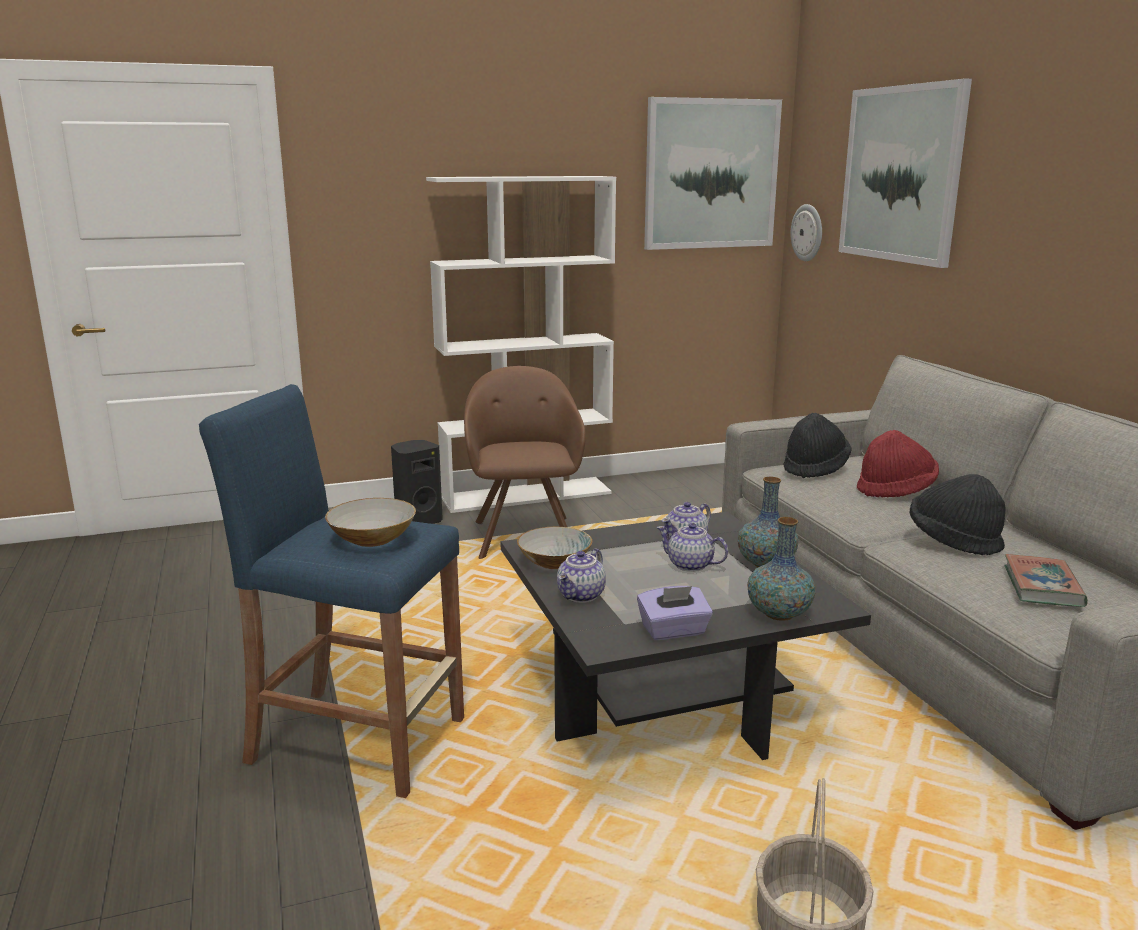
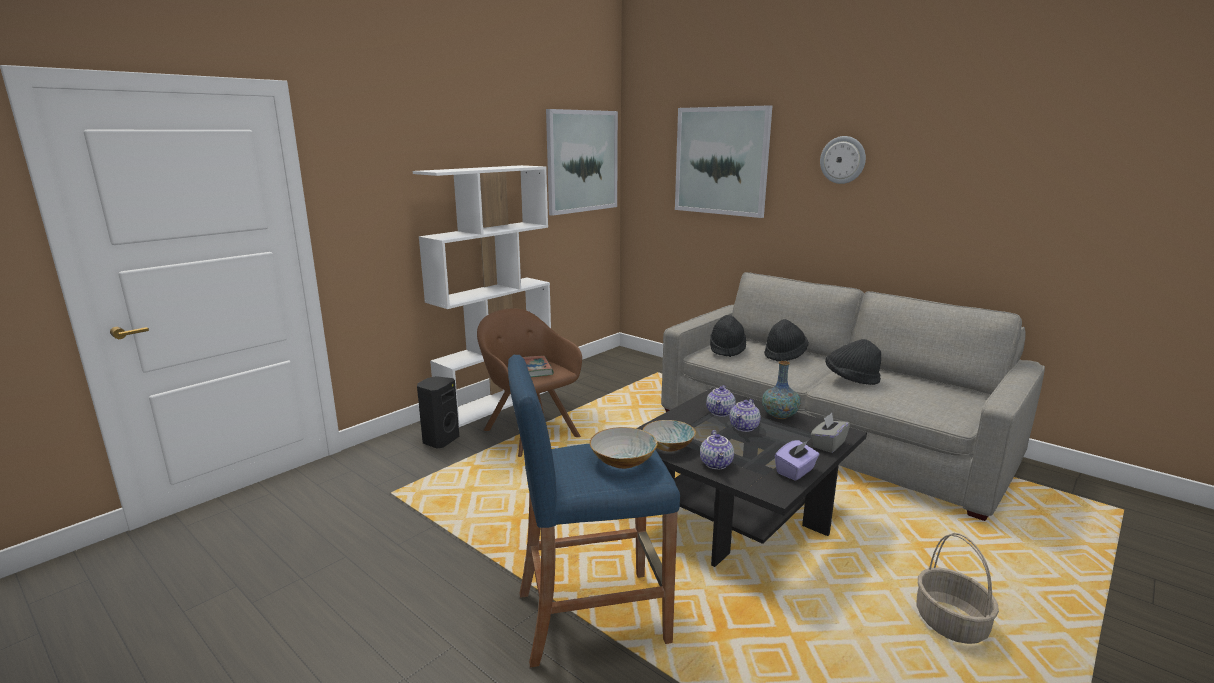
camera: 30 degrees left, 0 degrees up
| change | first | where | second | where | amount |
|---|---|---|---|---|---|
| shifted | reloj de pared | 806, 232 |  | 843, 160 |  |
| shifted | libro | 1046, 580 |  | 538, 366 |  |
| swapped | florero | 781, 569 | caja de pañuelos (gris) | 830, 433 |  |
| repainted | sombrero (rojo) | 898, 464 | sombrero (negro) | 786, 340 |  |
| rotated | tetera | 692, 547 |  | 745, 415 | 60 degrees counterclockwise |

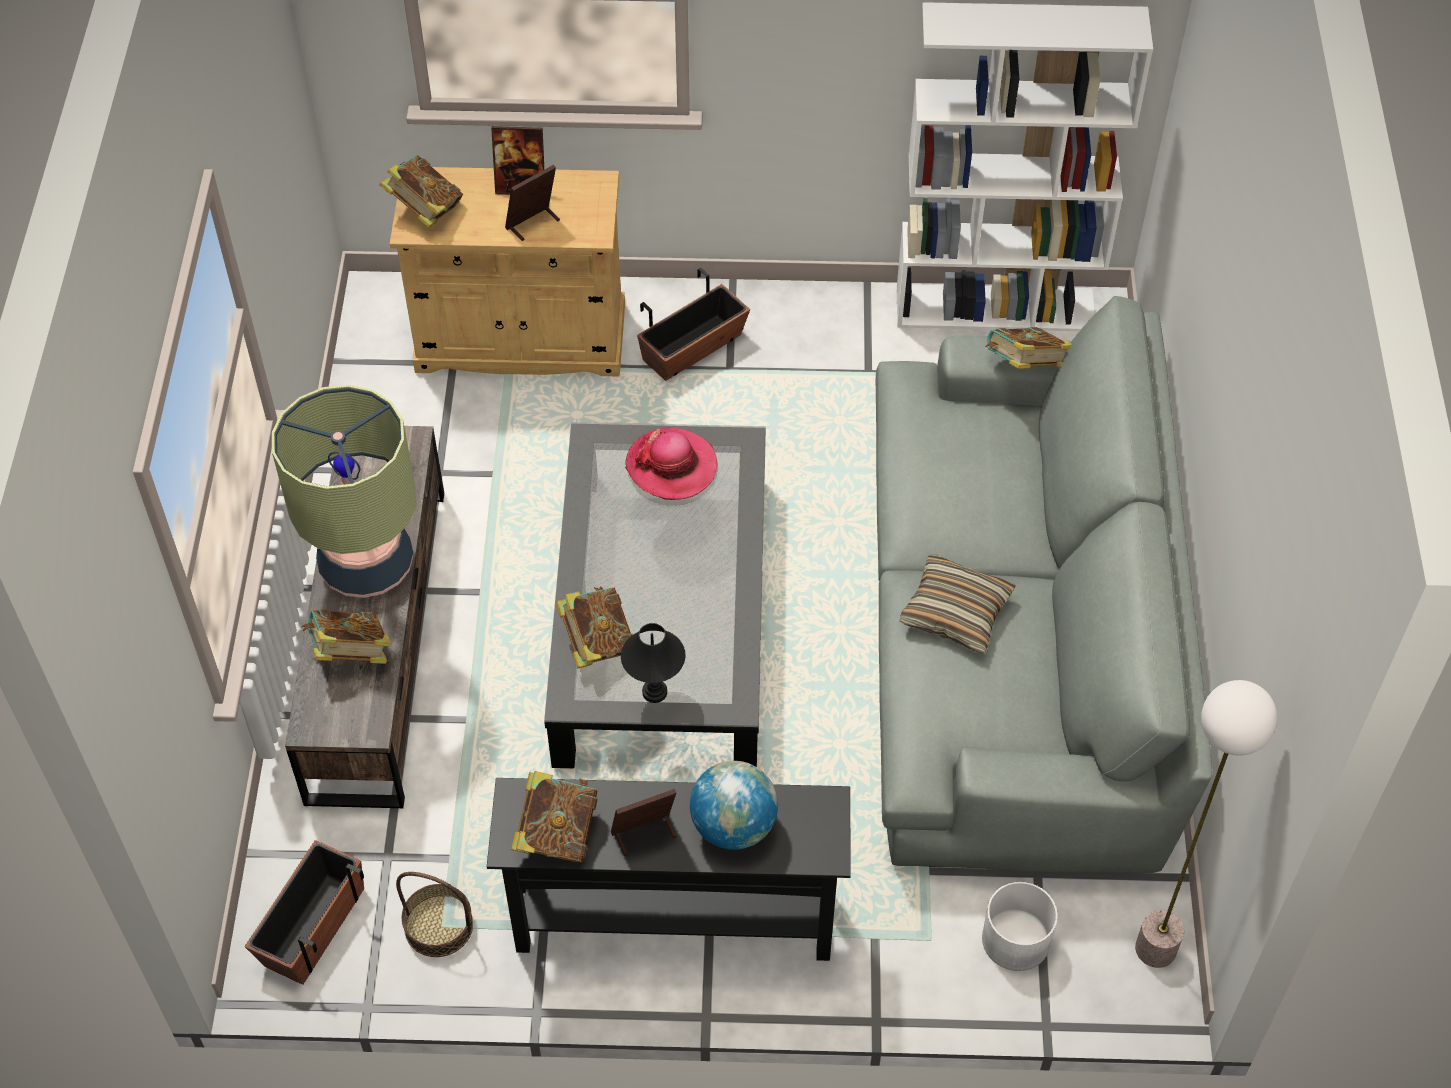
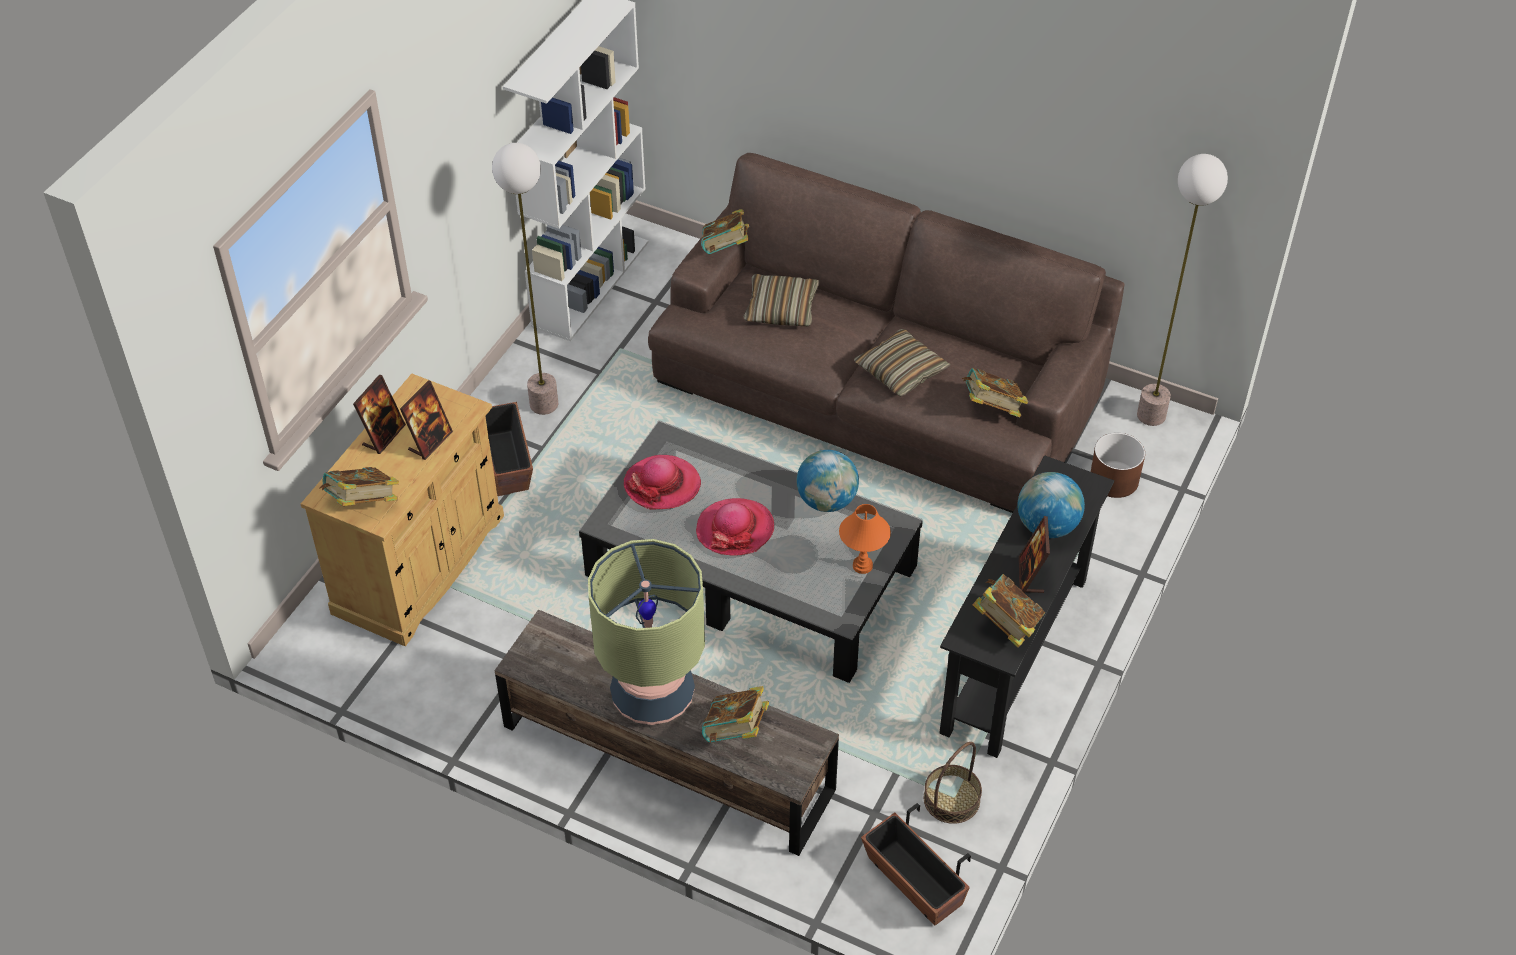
camera: 65 degrees left, 5 degrees down
| change | first | where | second | where | amount |
|---|---|---|---|---|---|
| new |  |  | lámpara de pie | 525, 279 |  |
| new |  |  | sombrero | 735, 527 |  |
| new |  |  | cojín | 781, 300 |  |
| new |  |  | globo terráqueo | 827, 481 |  |
| shifted | libro | 594, 627 |  | 995, 393 |  |
| repainted | lámpara de mesa (negro) | 653, 663 | lámpara de mesa (naranja) | 865, 539 |  |
| repainted | sofá (gris) | 1044, 585 | sofá (marrón) | 886, 333 |  |
| repainted | maceta (blanco) | 1020, 926 | maceta (marrón) | 1118, 465 |  |
| rotated | portarretratos | 532, 203 |  | 426, 420 | 135 degrees counterclockwise |

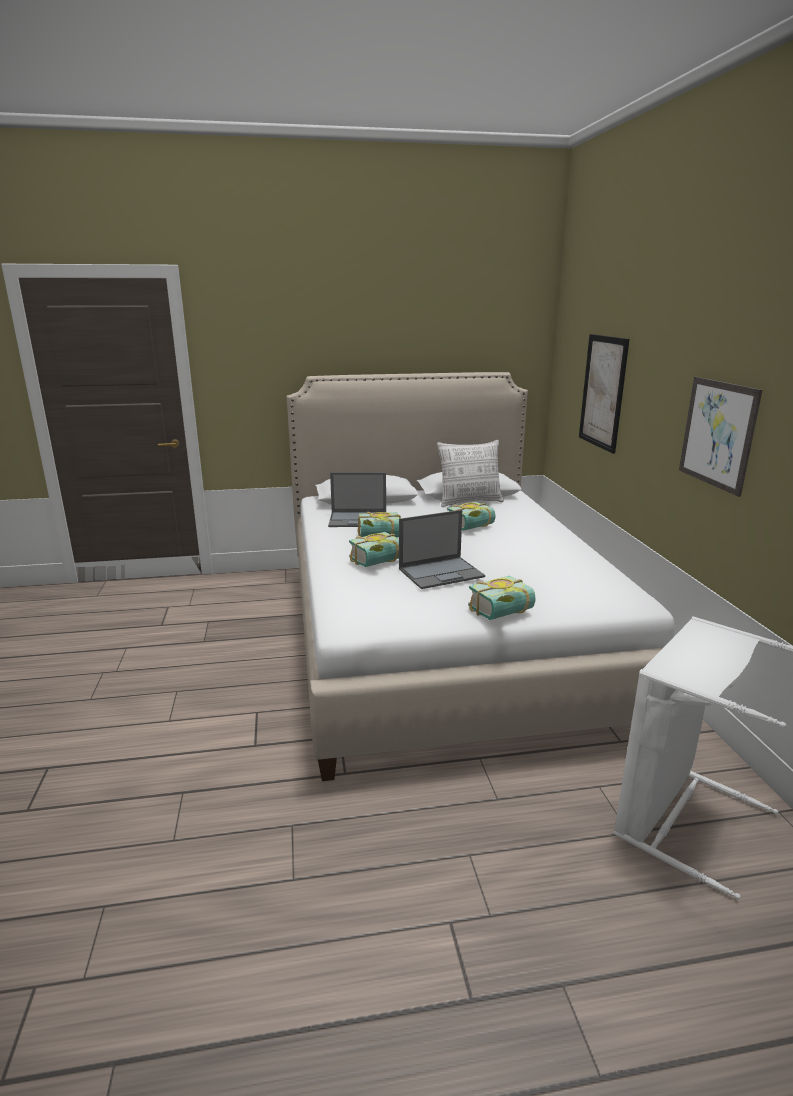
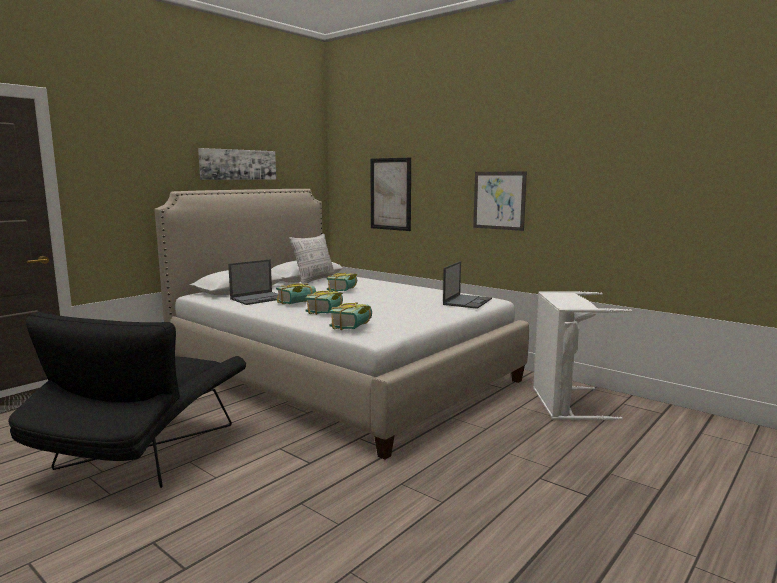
camera: 40 degrees left, 10 degrees down
| change | first | where | second | where | amount |
|---|---|---|---|---|---|
| new |  |  | sillón (negro) | 127, 400 |  |
| new |  |  | cuadro | 237, 164 |  |
| shifted | portátil | 442, 549 |  | 467, 285 |  |
| shifted | libro | 501, 597 |  | 350, 316 |  |

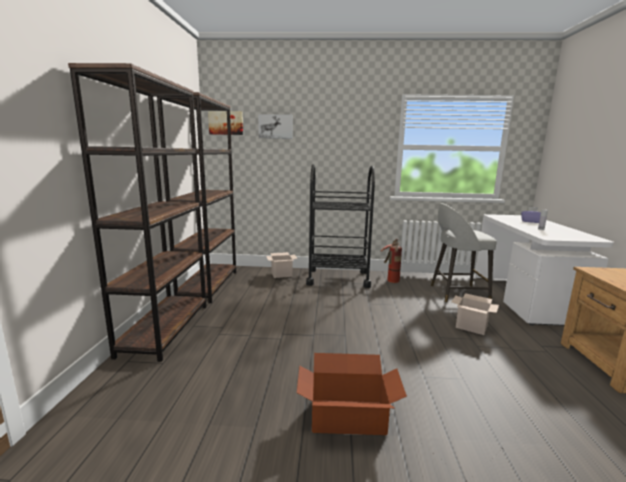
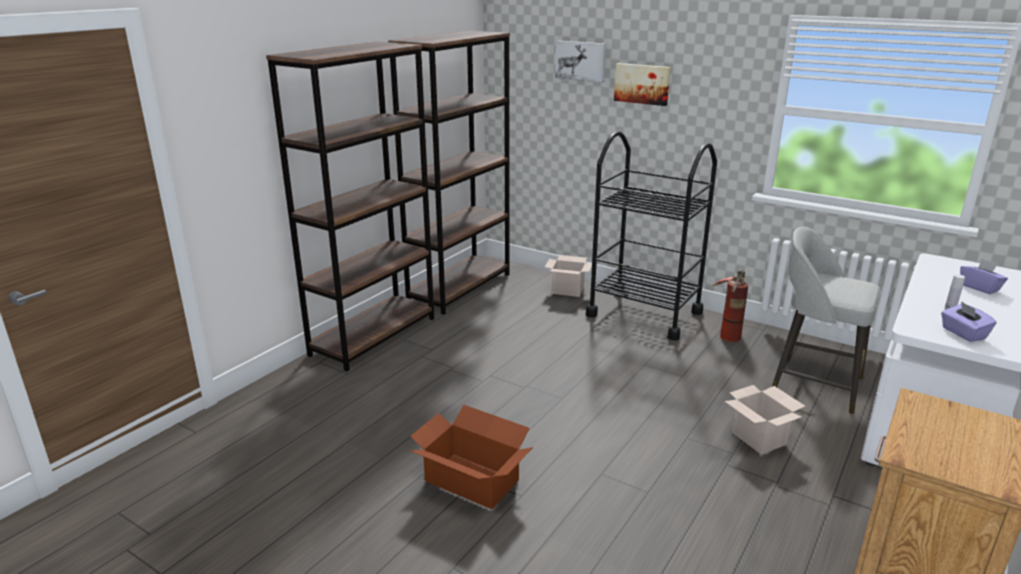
camera: 30 degrees right, 10 degrees up
| change | first | where | second | where | amount |
|---|---|---|---|---|---|
| new |  |  | caja de pañuelos (morado) | 969, 321 |  |
| shifted | cuadro | 225, 123 |  | 642, 84 |  |

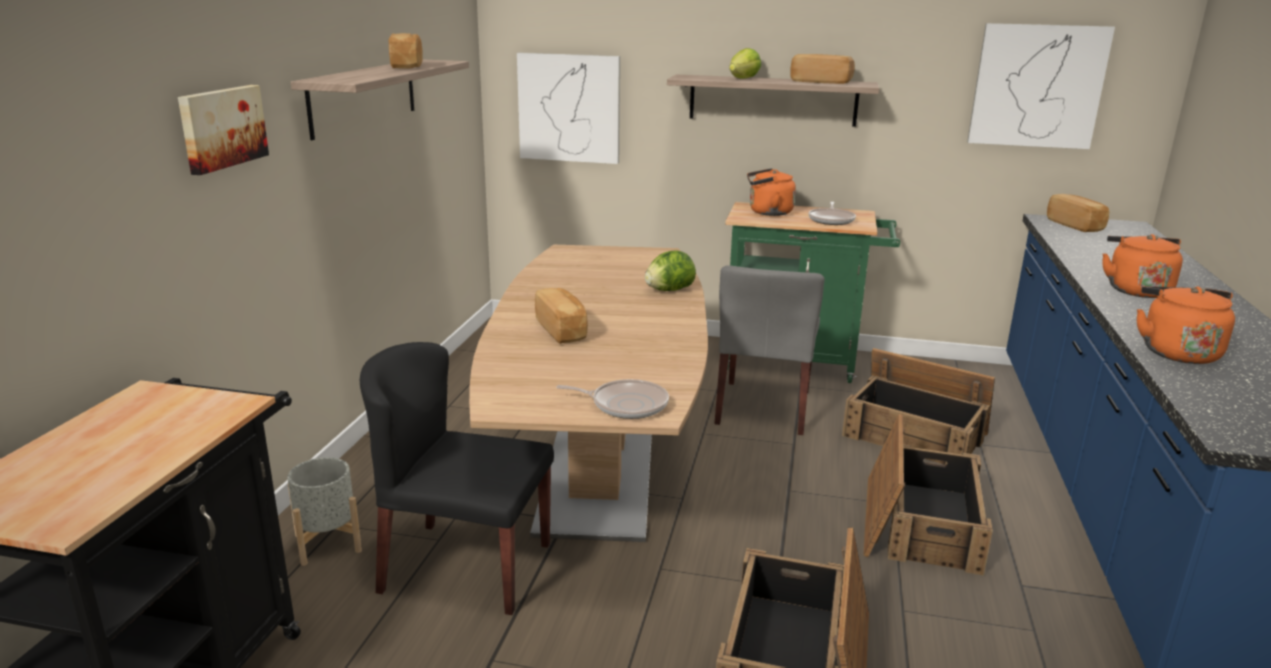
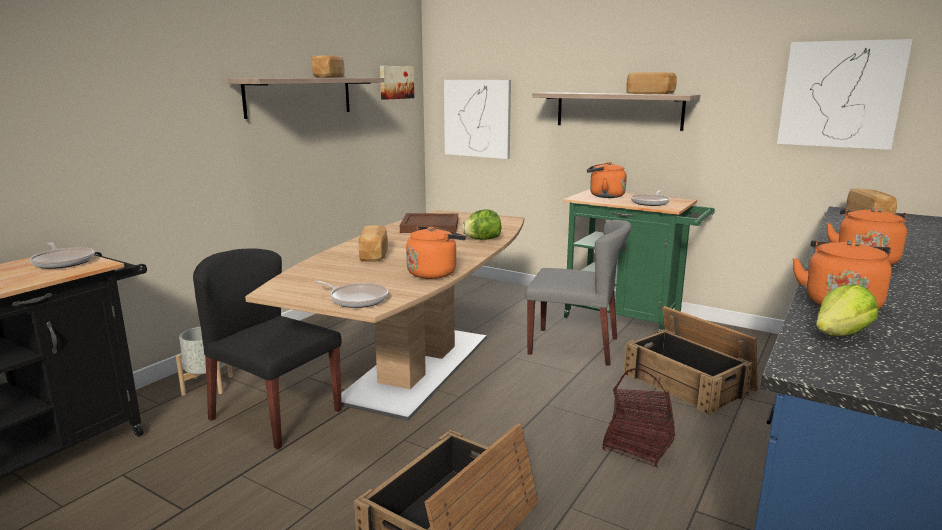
camera: 20 degrees right, 5 degrees down
| change | first | where | second | where | amount |
|---|---|---|---|---|---|
| new |  |  | sartén | 62, 255 |  |
| new |  |  | bandeja (marrón) | 429, 223 |  |
| new |  |  | hervidor (naranja) | 436, 252 |  |
| shifted | cuadro | 223, 130 |  | 397, 83 |  |
| shifted | lechuga | 745, 63 |  | 847, 310 |  |
| swapped | caja de embalaje | 928, 495 | cesta | 638, 417 |  |
| rotated | silla (gris) | 769, 350 |  | 578, 293 | 105 degrees counterclockwise |

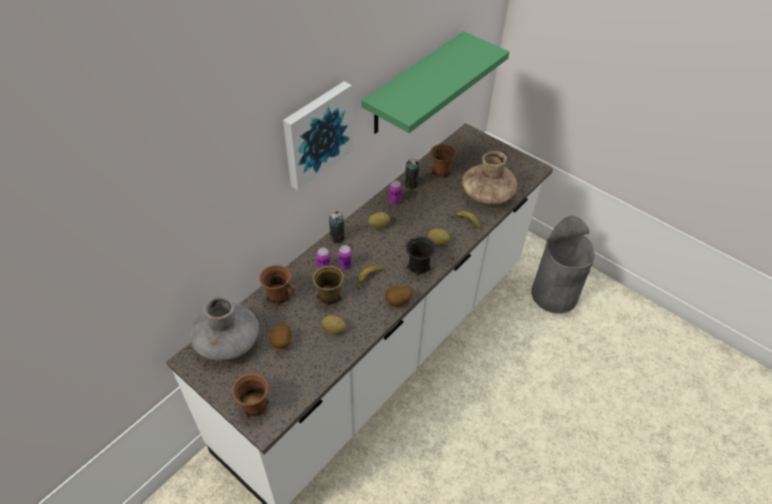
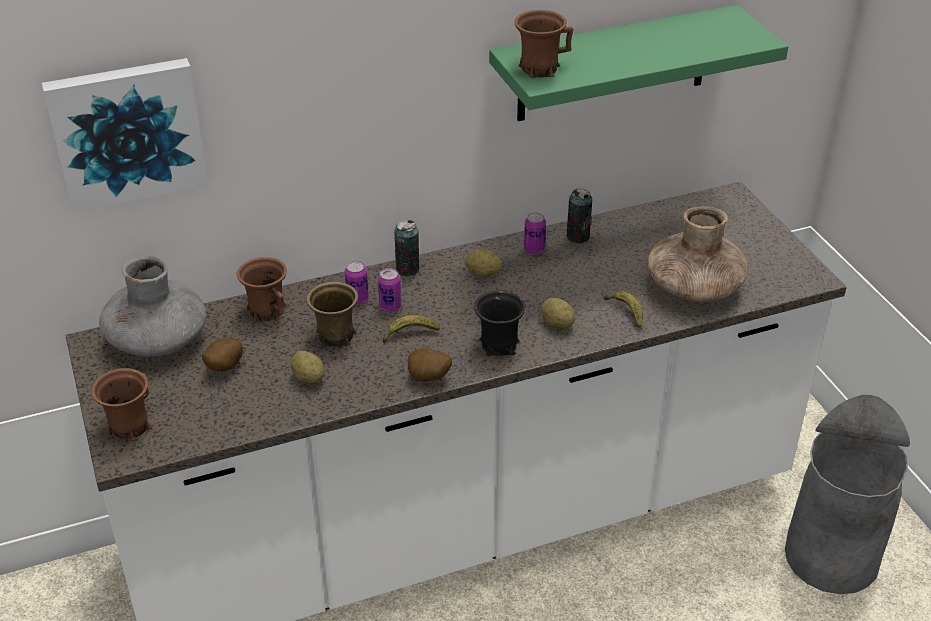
camera: 30 degrees right, 10 degrees down
| change | first | where | second | where | amount |
|---|---|---|---|---|---|
| shifted | cuadro | 318, 135 |  | 125, 135 |  |
| shifted | taza grande (marrón) | 443, 161 |  | 544, 44 |  |

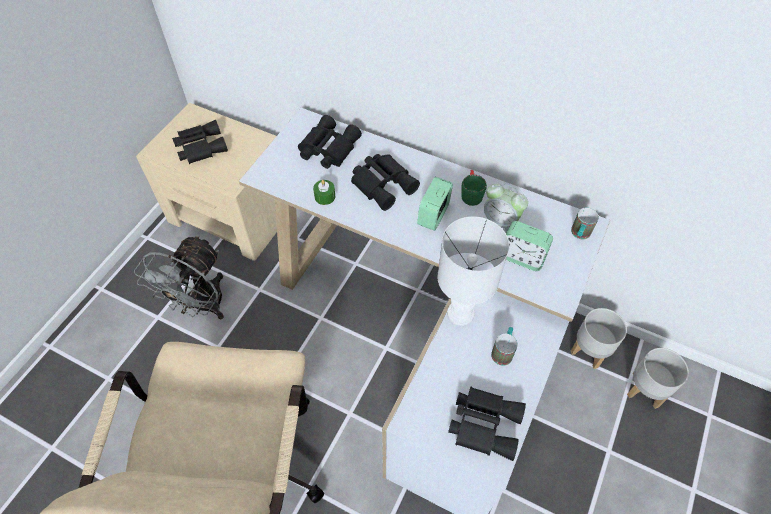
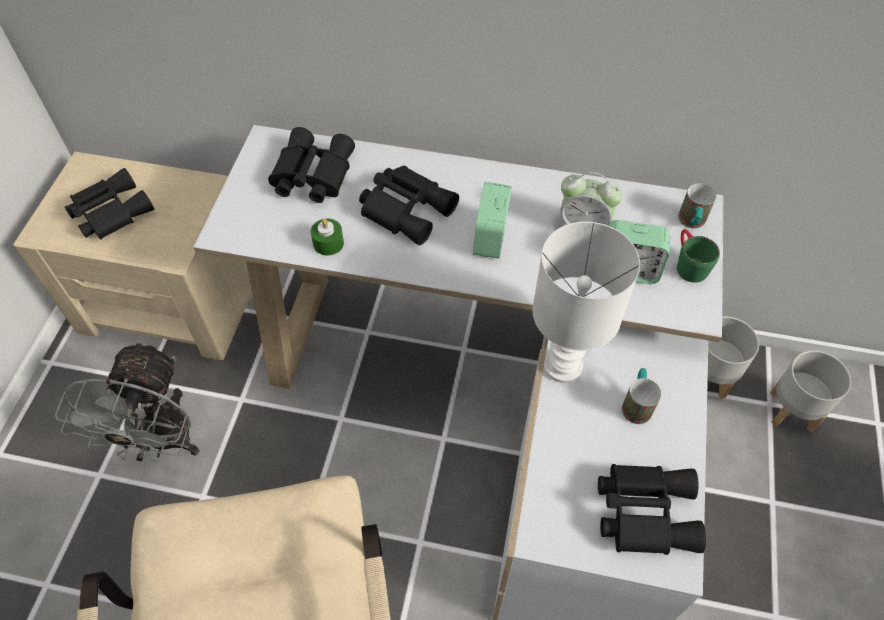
camera: 15 degrees left, 0 degrees up
| change | first | where | second | where | amount |
|---|---|---|---|---|---|
| shifted | taza grande (verde) | 474, 188 |  | 698, 256 |  |

